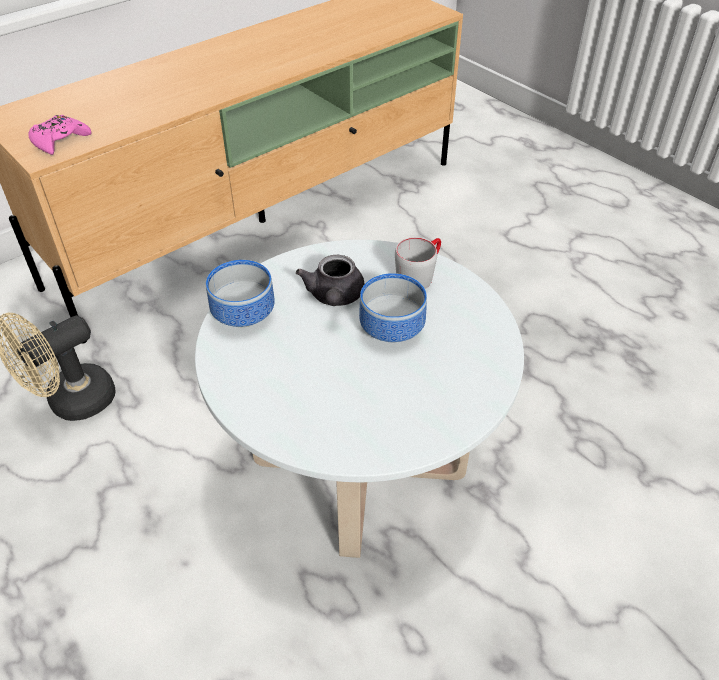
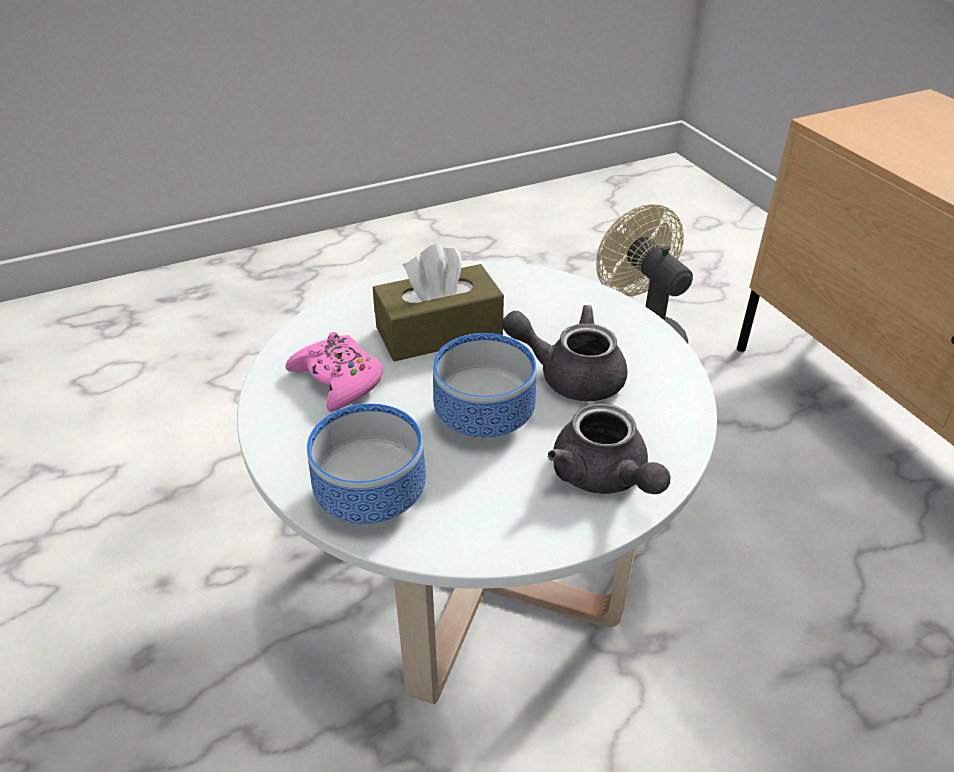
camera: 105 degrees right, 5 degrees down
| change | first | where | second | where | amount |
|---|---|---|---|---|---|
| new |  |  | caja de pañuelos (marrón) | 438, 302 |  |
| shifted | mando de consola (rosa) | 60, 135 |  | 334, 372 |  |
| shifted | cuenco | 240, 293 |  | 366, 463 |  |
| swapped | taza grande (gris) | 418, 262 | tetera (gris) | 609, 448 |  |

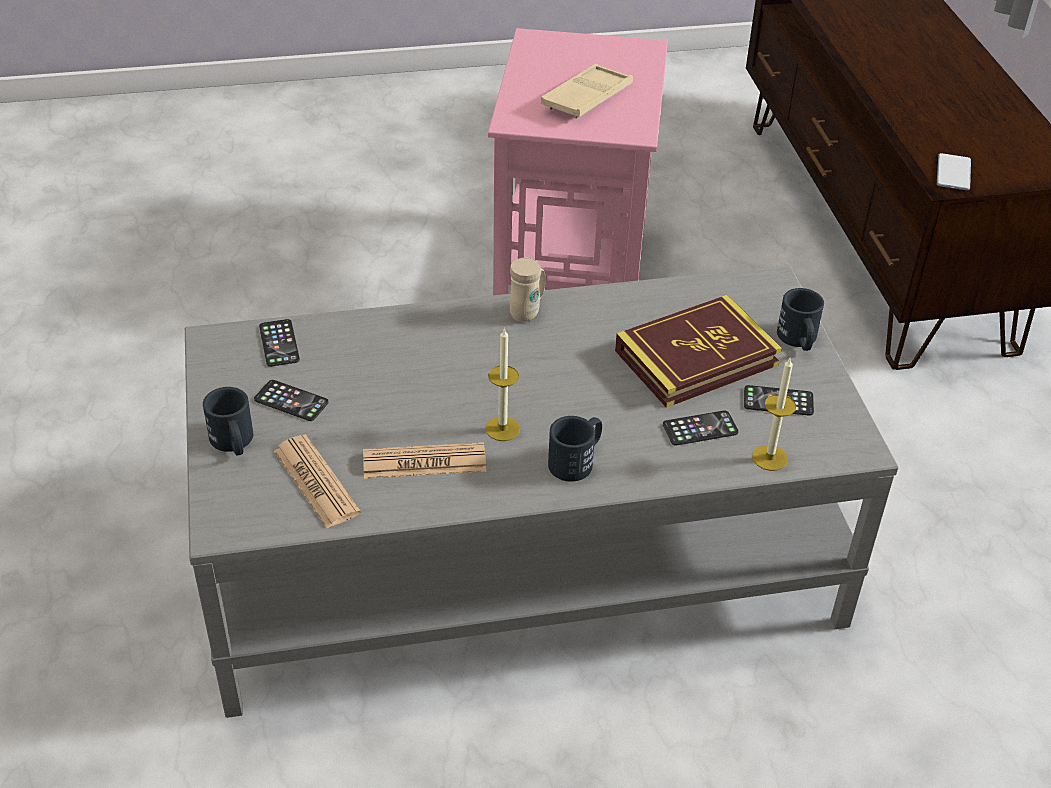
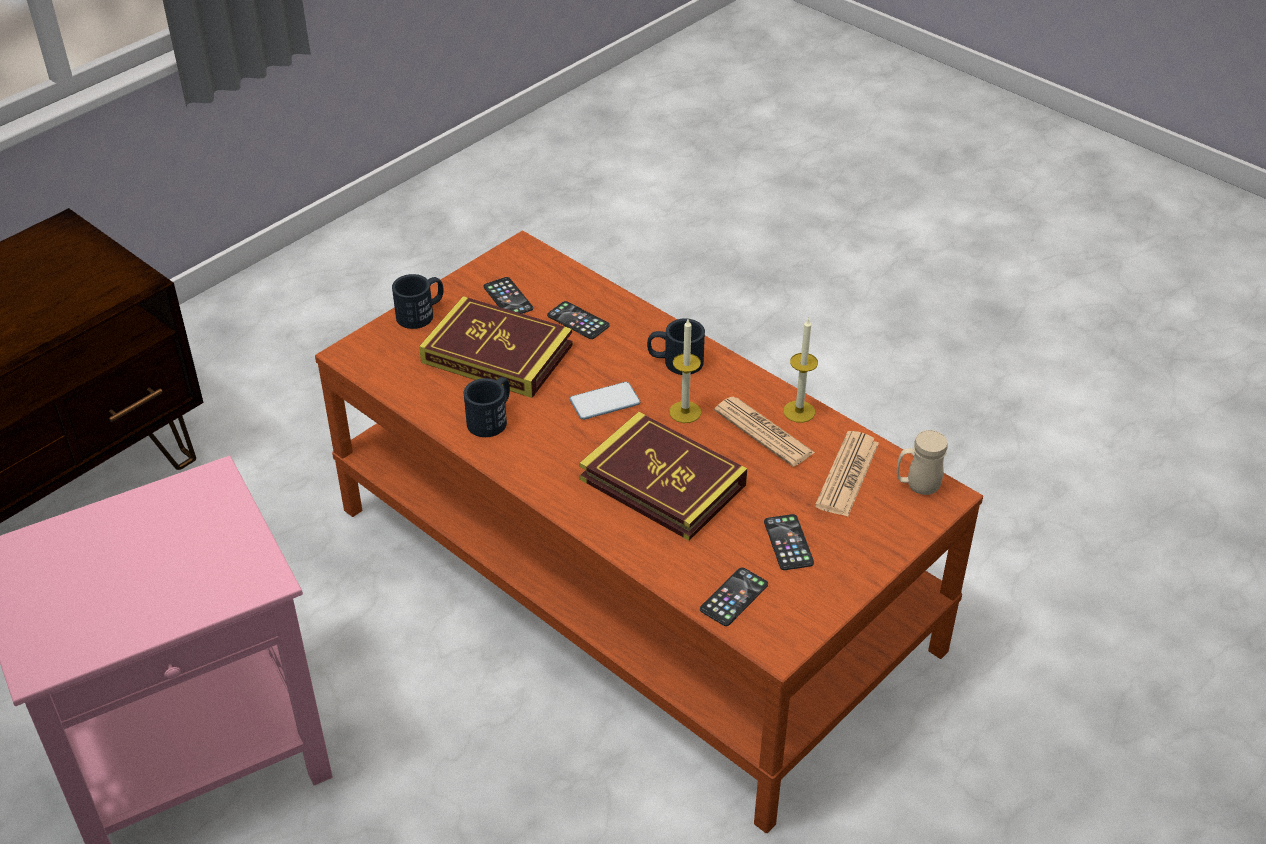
camera: 125 degrees left, 0 degrees up
| change | first | where | second | where | amount |
|---|---|---|---|---|---|
| gone | bandeja (beis) | 587, 91 |  |  |  |
| new |  |  | libro | 663, 476 |  |
| shifted | taza grande (negro) | 228, 421 |  | 487, 407 |  |
| shifted | taza grande (beis) | 527, 290 |  | 922, 462 |  |
| shifted | vela | 774, 414 |  | 800, 370 |  |
| shifted | móvil | 954, 171 |  | 605, 401 |  |
| repainted | mesa de centro (gris) | 542, 491 | mesa de centro (marrón) | 649, 531 |  |

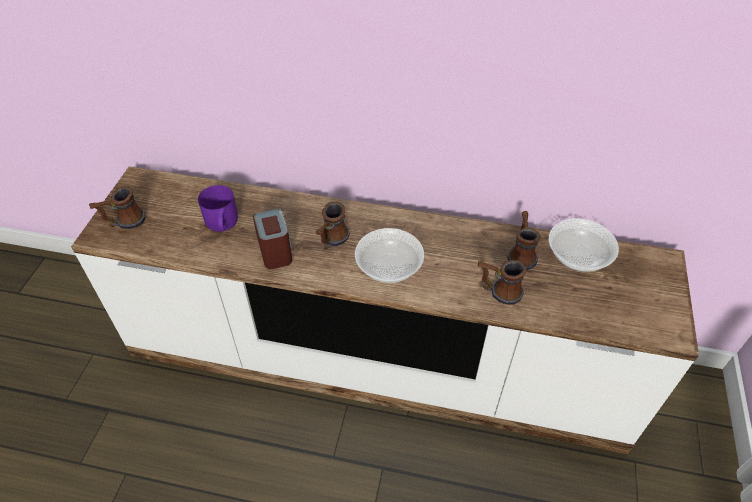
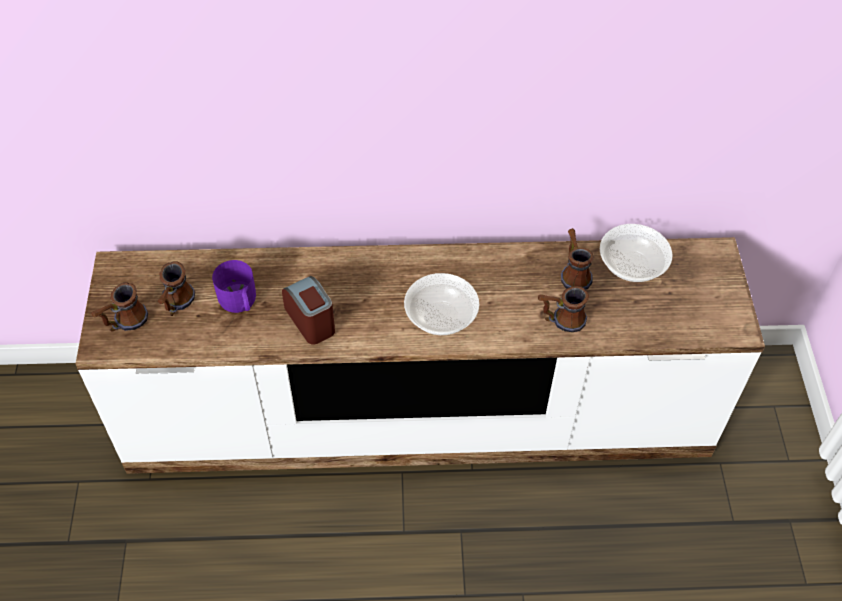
camera: 15 degrees left, 5 degrees up
| change | first | where | second | where | amount |
|---|---|---|---|---|---|
| shifted | taza grande | 333, 226 |  | 176, 289 |  |

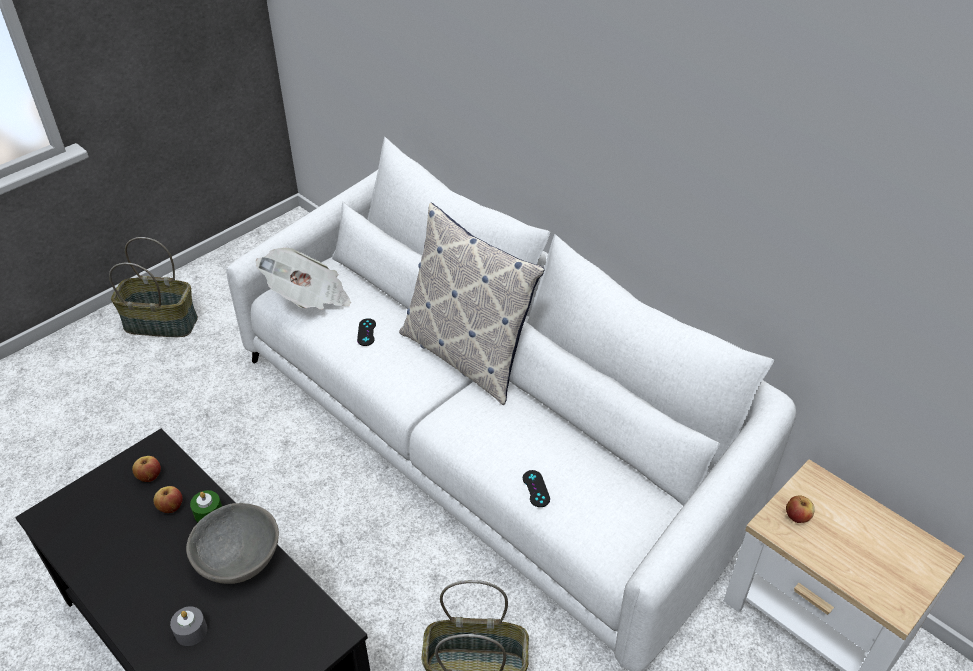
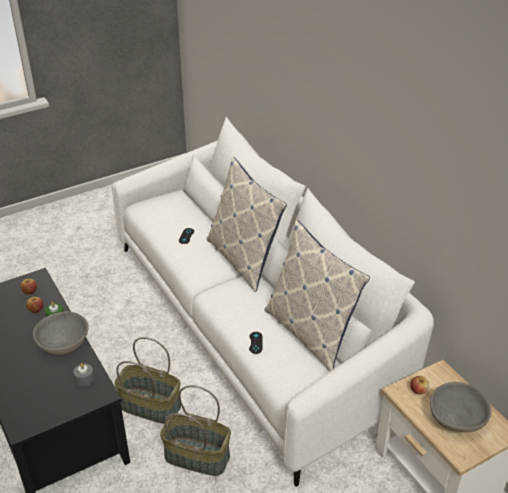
camera: 15 degrees right, 5 degrees down
| change | first | where | second | where | amount |
|---|---|---|---|---|---|
| gone | periódico | 303, 279 |  |  |  |
| new |  |  | cojín | 317, 296 |  |
| new |  |  | cuenco (gris) | 461, 407 |  |
| shifted | cesta | 153, 287 |  | 147, 380 |  |
| shifted | vela (gris) | 188, 626 |  | 83, 374 |  |

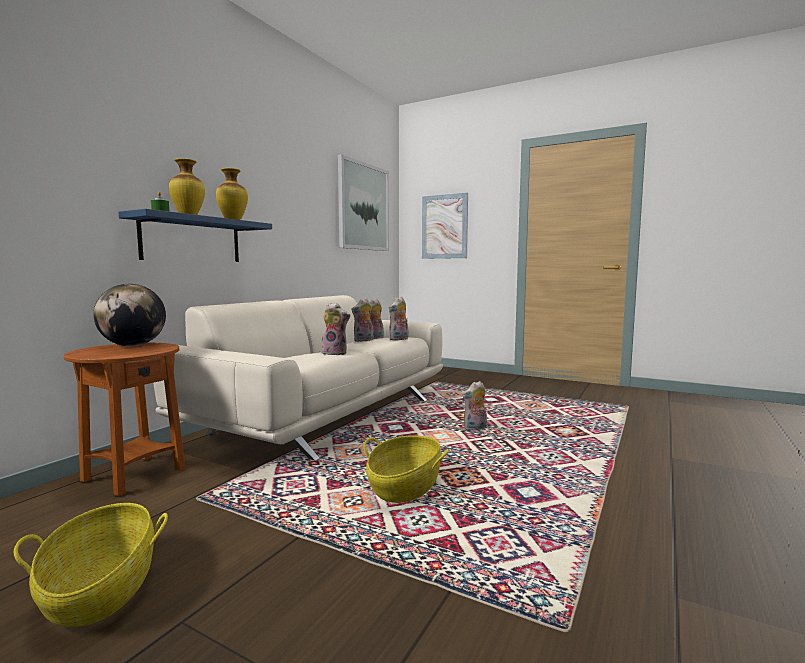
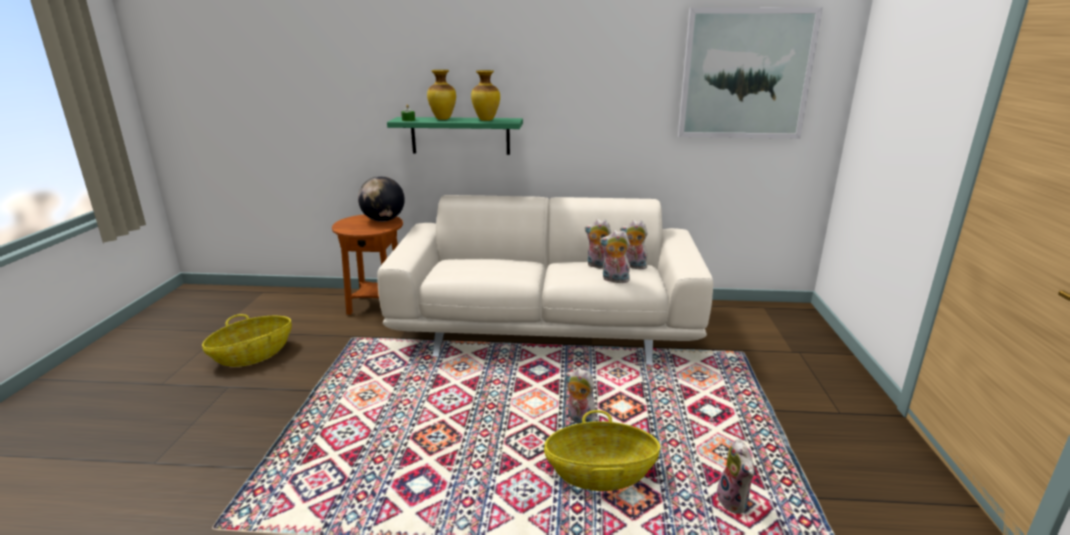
camera: 65 degrees right, 15 degrees up
| change | first | where | second | where | amount |
|---|---|---|---|---|---|
| gone | cuadro | 445, 226 |  |  |  |
| shifted | peluche | 335, 329 |  | 736, 476 |  |
| shifted | cesta | 406, 469 |  | 602, 450 |  |
| repainted | estante (azul) | 195, 235 | estante (verde) | 455, 136 |  |

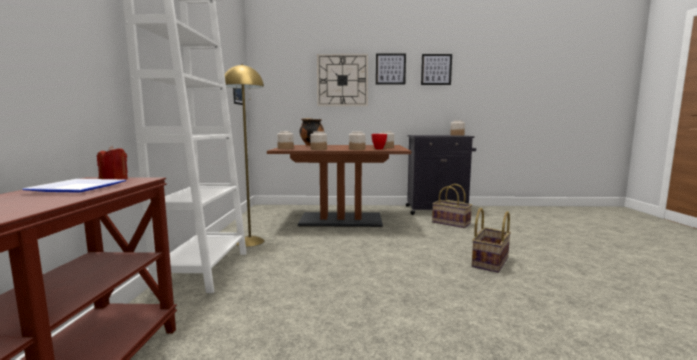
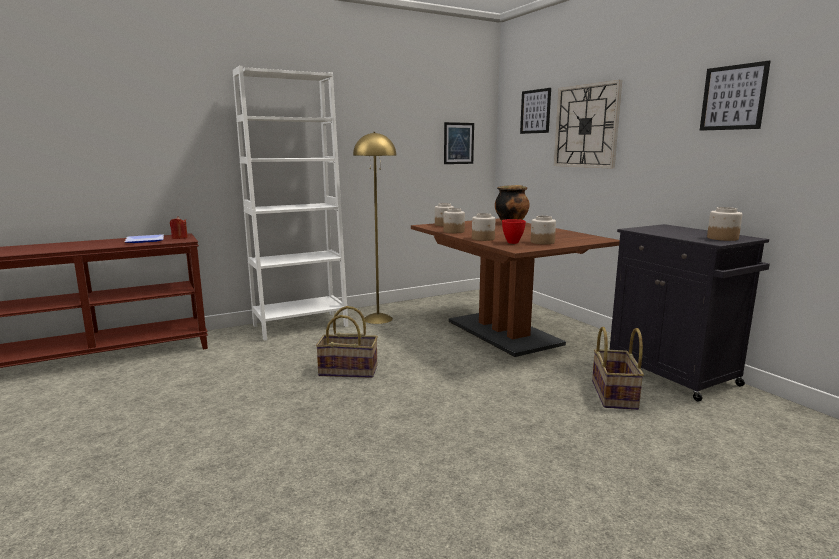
camera: 60 degrees right, 5 degrees up
| change | first | where | second | where | amount |
|---|---|---|---|---|---|
| shifted | cuadro | 391, 69 |  | 535, 111 |  |
| shifted | cesta | 491, 240 |  | 347, 342 |  |

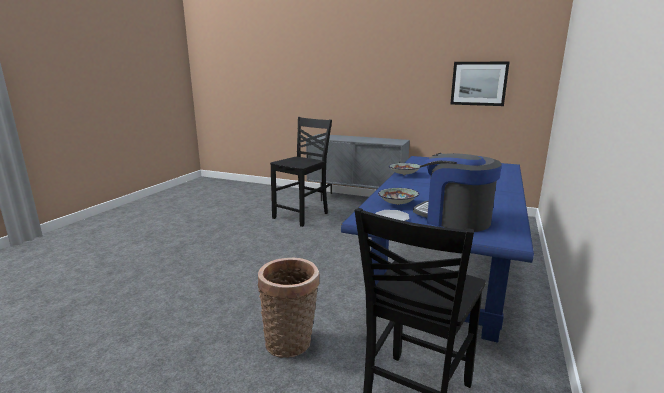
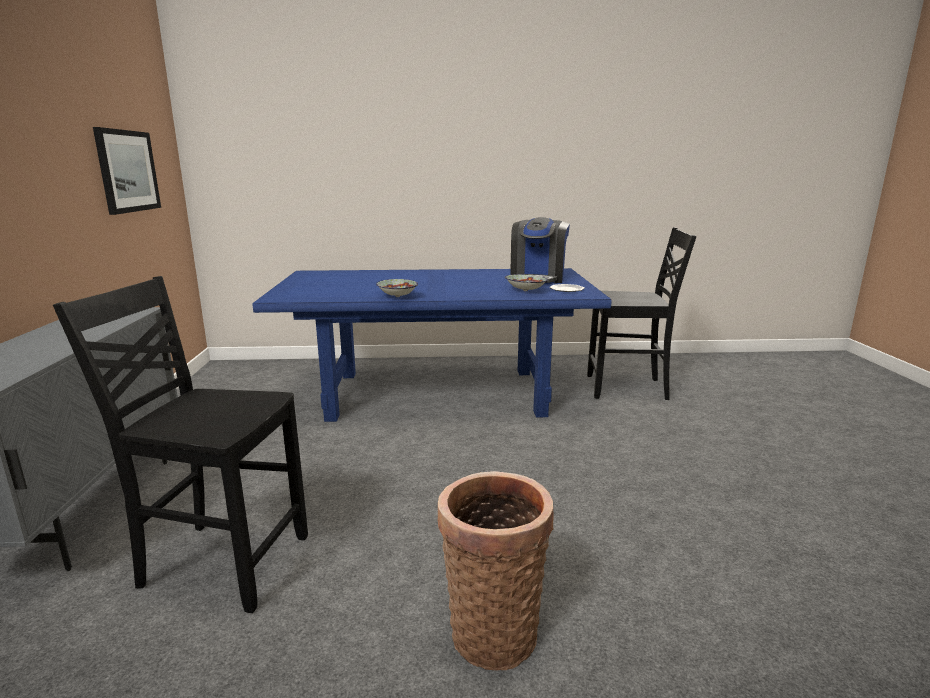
camera: 115 degrees left, 0 degrees up
| change | first | where | second | where | amount |
|---|---|---|---|---|---|
| shifted | cesta | 289, 308 |  | 496, 570 |  |

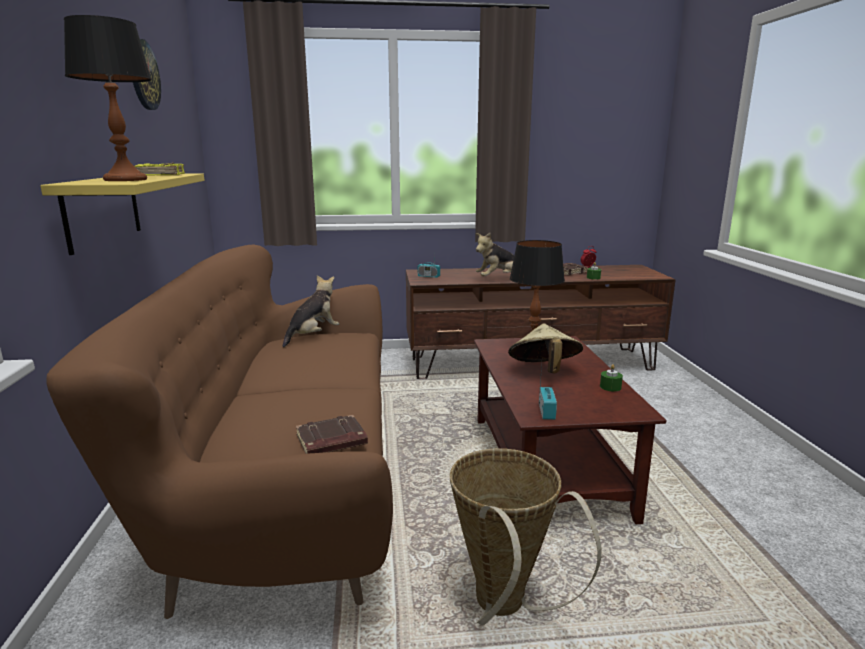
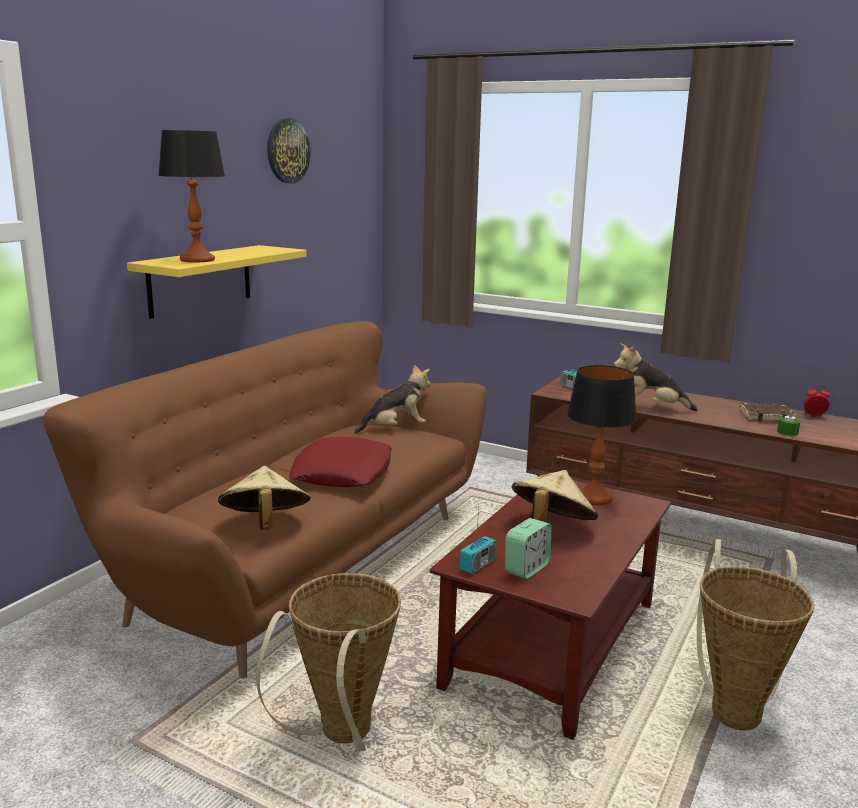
camera: 35 degrees right, 0 degrees up
| change | first | where | second | where | amount |
|---|---|---|---|---|---|
| gone | libro (amarillo) | 159, 168 |  |  |  |
| gone | vela (verde) | 611, 378 |  |  |  |
| new |  |  | cojín (rojo) | 340, 462 |  |
| new |  |  | despertador | 528, 548 |  |
| new |  |  | cesta | 755, 634 |  |
| swapped | libro (marrón) | 332, 434 | sombrero (beis) | 264, 498 |  |

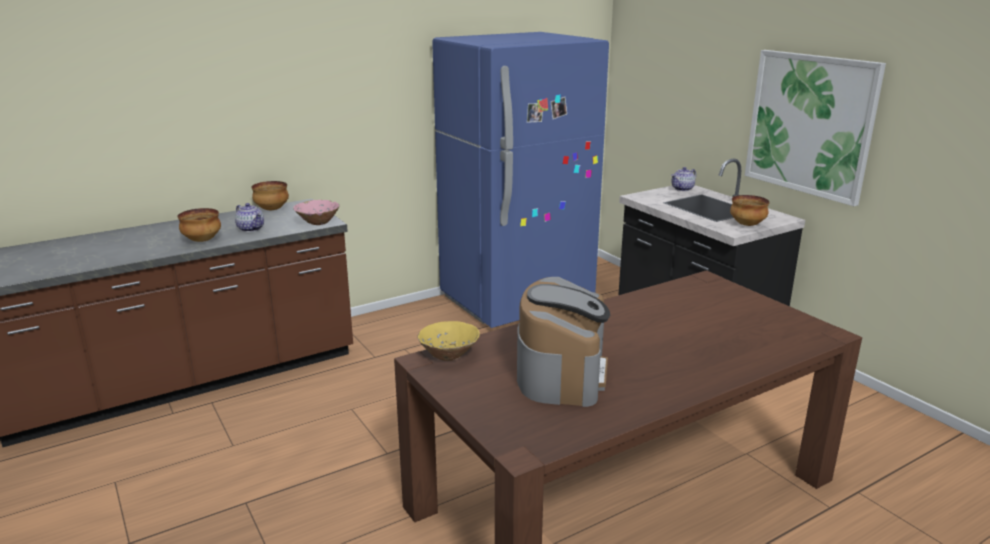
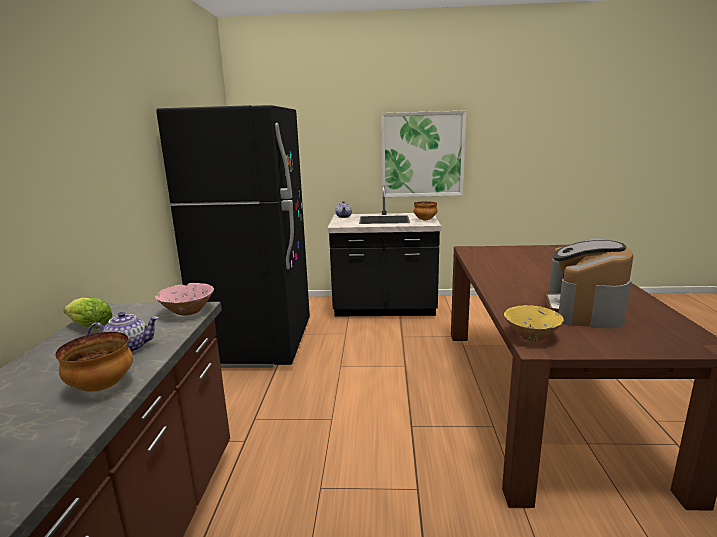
camera: 55 degrees left, 5 degrees down
| change | first | where | second | where | amount |
|---|---|---|---|---|---|
| swapped | cuenco | 270, 195 | lechuga | 88, 313 |  |
| repainted | nevera (azul) | 520, 180 | nevera (negro) | 233, 236 |  |
| rotated | cafetera | 563, 342 |  | 589, 282 | 120 degrees counterclockwise |

